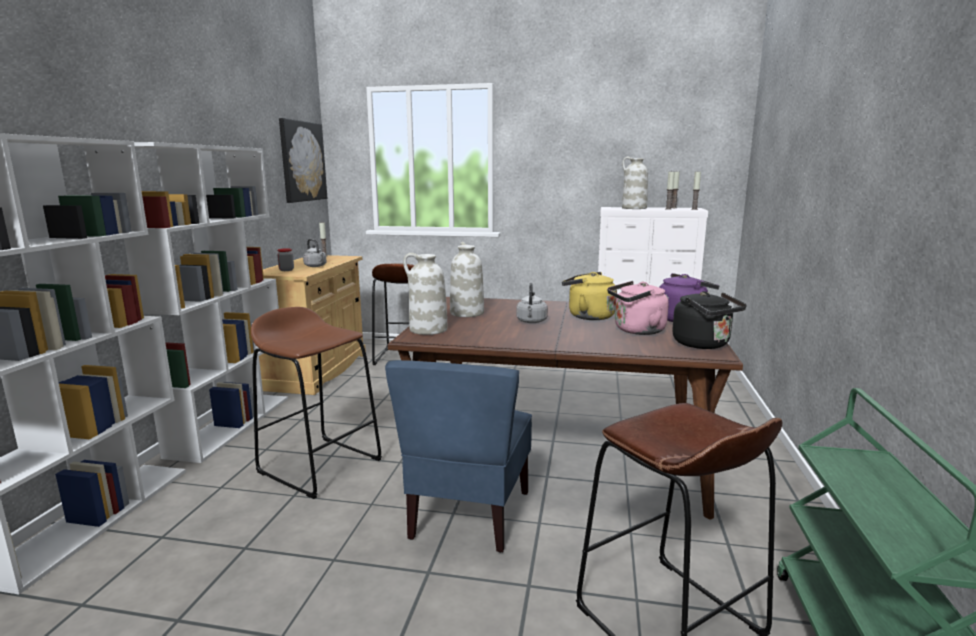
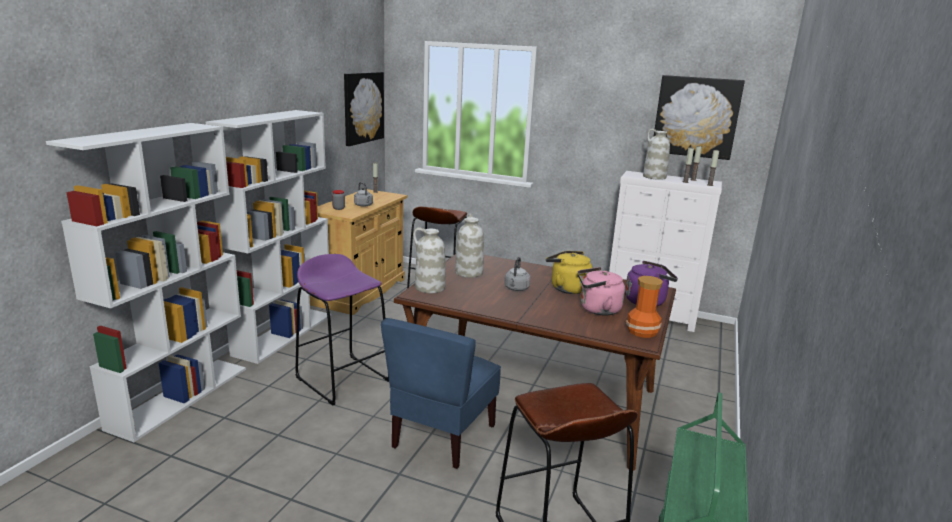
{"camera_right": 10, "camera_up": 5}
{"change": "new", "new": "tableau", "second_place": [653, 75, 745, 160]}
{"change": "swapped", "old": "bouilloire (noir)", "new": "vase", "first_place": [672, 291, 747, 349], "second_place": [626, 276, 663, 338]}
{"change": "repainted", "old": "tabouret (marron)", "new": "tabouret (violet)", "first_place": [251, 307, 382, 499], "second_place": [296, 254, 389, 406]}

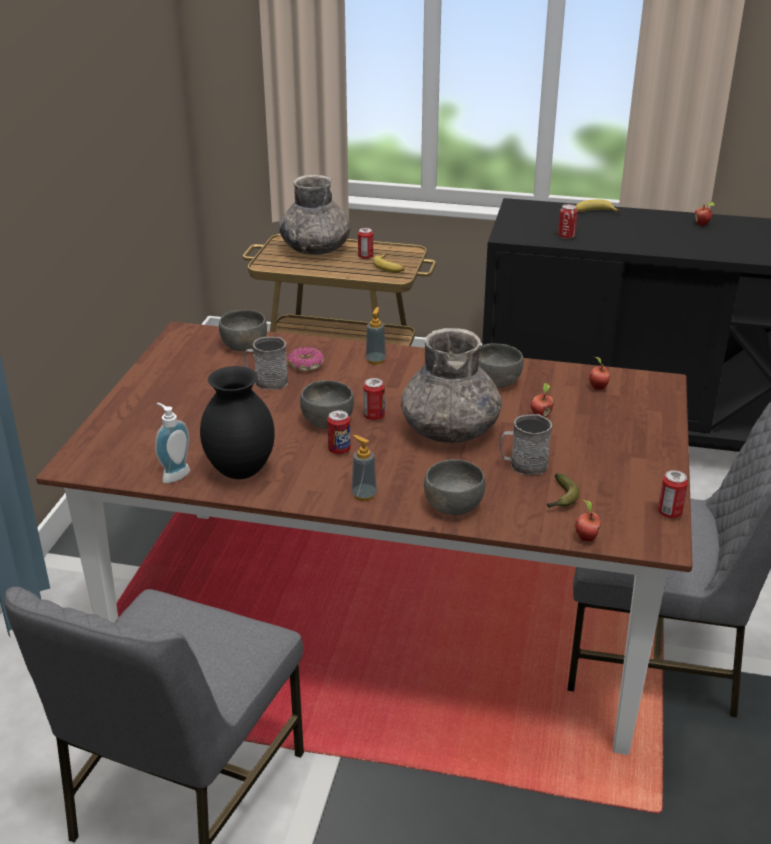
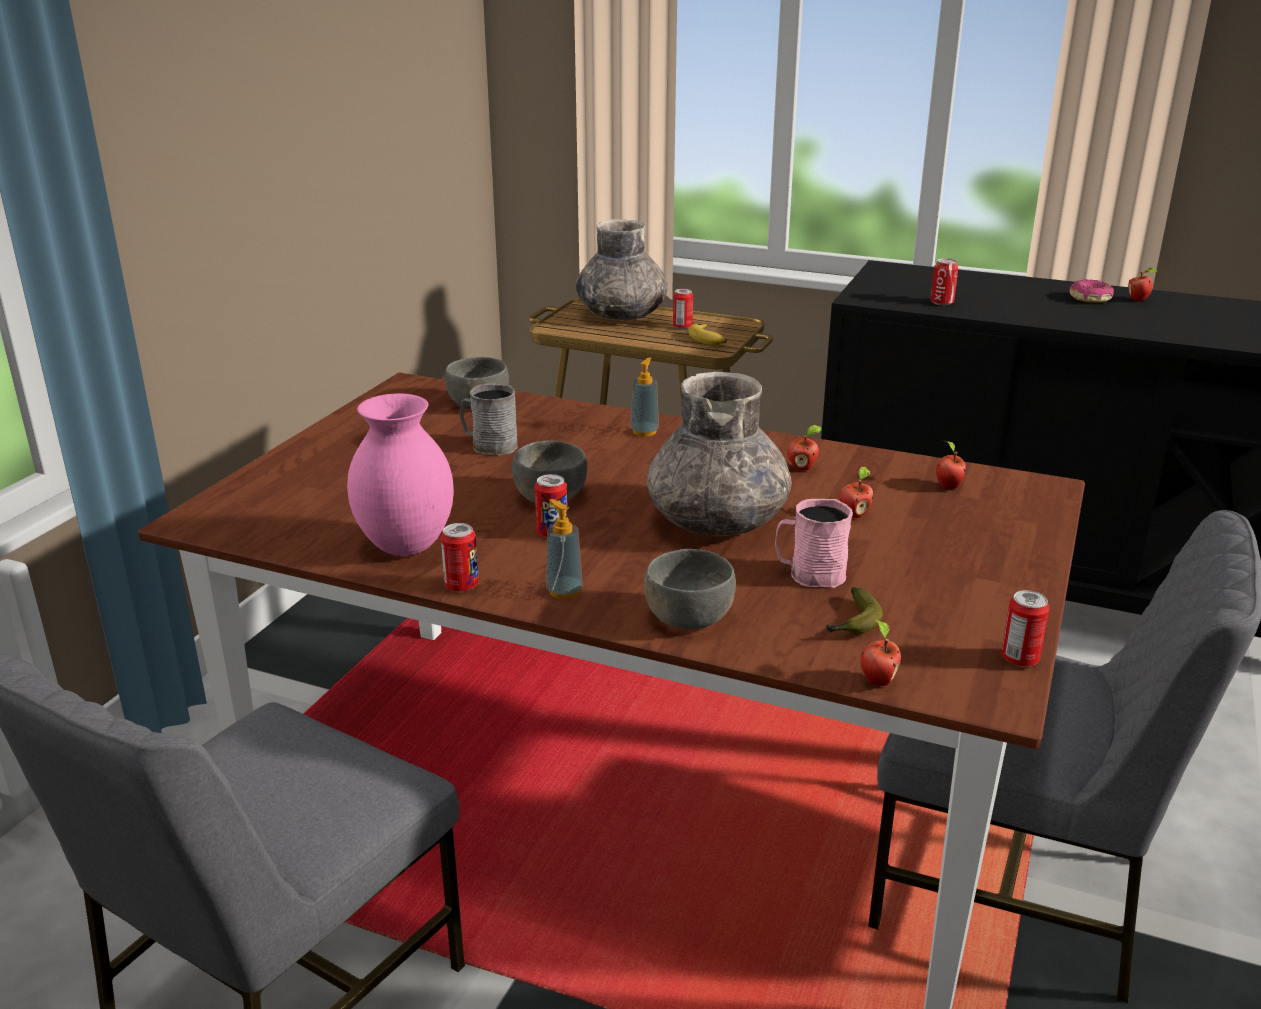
{"camera_right": 10, "camera_up": -5}
{"change": "gone", "old": "distributeur de savon", "first_place": [155, 403, 190, 483]}
{"change": "gone", "old": "banane", "first_place": [576, 199, 620, 212]}
{"change": "shifted", "old": "beignet", "first_place": [288, 347, 324, 371], "second_place": [1069, 279, 1114, 303]}
{"change": "shifted", "old": "boîte métallique", "first_place": [363, 378, 385, 421], "second_place": [441, 523, 479, 592]}
{"change": "swapped", "old": "bol (gris)", "new": "pomme", "first_place": [479, 343, 523, 388], "second_place": [787, 425, 821, 471]}
{"change": "repainted", "old": "vase (noir)", "new": "vase (rose)", "first_place": [200, 366, 275, 479], "second_place": [347, 393, 454, 556]}
{"change": "repainted", "old": "mug (gris)", "new": "mug (rose)", "first_place": [500, 414, 552, 475], "second_place": [775, 499, 853, 588]}

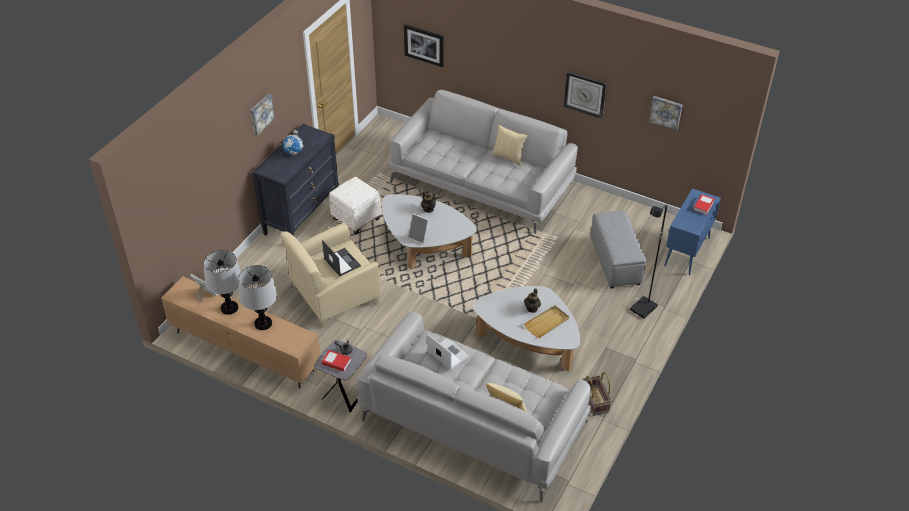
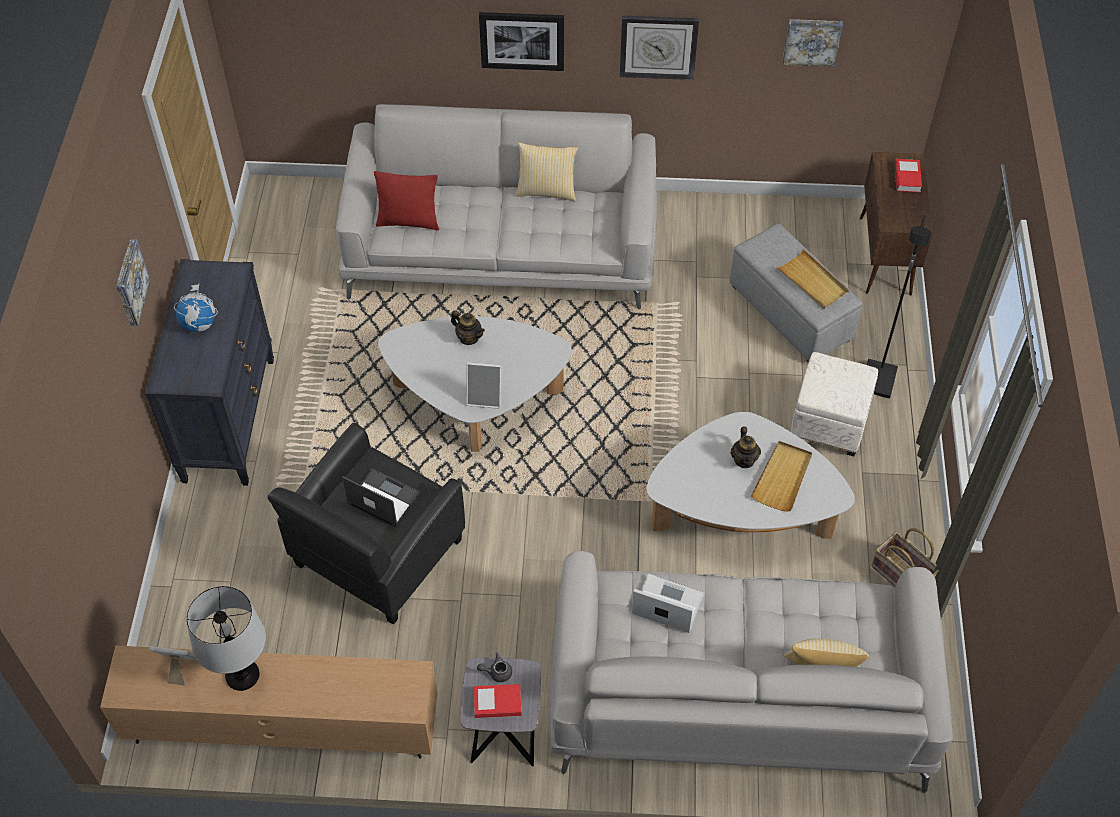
{"camera_right": -25, "camera_up": 10}
{"change": "gone", "old": "lampe de table", "first_place": [238, 265, 277, 330]}
{"change": "new", "new": "coussin (rouge)", "second_place": [374, 171, 439, 230]}
{"change": "new", "new": "plateau (beige)", "second_place": [776, 249, 849, 309]}
{"change": "shifted", "old": "pouf (blanc)", "first_place": [329, 177, 381, 235], "second_place": [790, 352, 878, 456]}
{"change": "shifted", "old": "tableau", "first_place": [404, 24, 444, 68], "second_place": [479, 12, 564, 71]}
{"change": "repainted", "old": "fauteuil (beige)", "new": "fauteuil (noir)", "first_place": [280, 223, 381, 328], "second_place": [268, 422, 465, 625]}
{"change": "repainted", "old": "meuble de rangement (bleu)", "new": "meuble de rangement (marron)", "first_place": [664, 188, 721, 275], "second_place": [860, 152, 933, 295]}

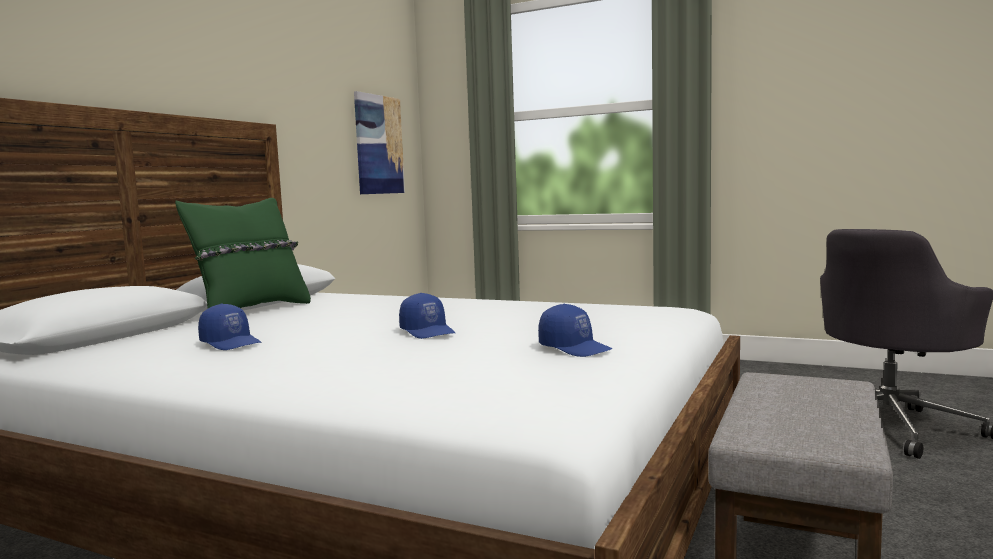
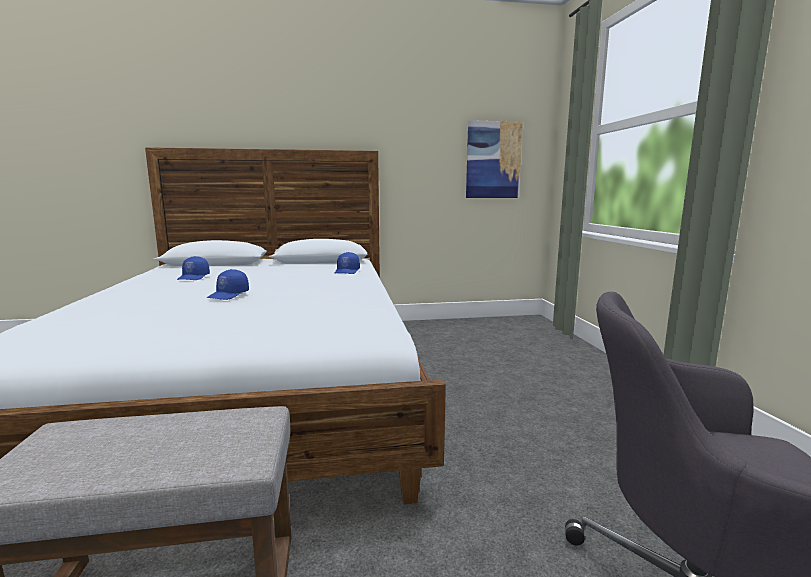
{"camera_right": 55, "camera_up": 5}
{"change": "gone", "old": "coussin (vert)", "first_place": [175, 198, 311, 308]}
{"change": "shifted", "old": "casquette (bleu)", "first_place": [538, 304, 612, 357], "second_place": [335, 252, 360, 274]}

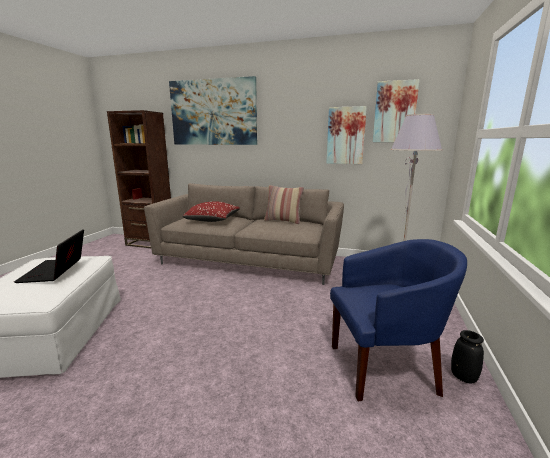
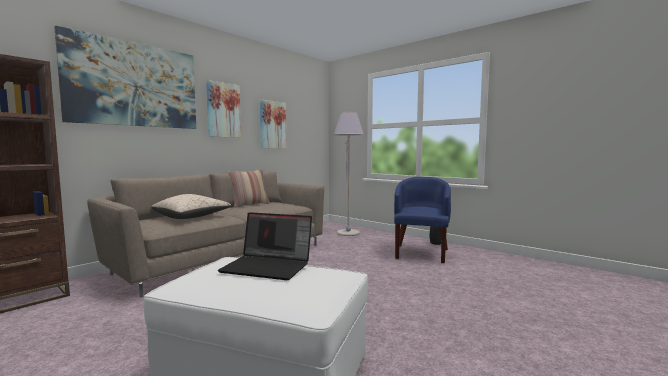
{"camera_right": -65, "camera_up": -10}
{"change": "shifted", "old": "tableau", "first_place": [373, 79, 420, 142], "second_place": [206, 80, 241, 138]}
{"change": "repainted", "old": "coussin (rouge)", "new": "coussin (beige)", "first_place": [183, 202, 240, 222], "second_place": [151, 194, 231, 219]}

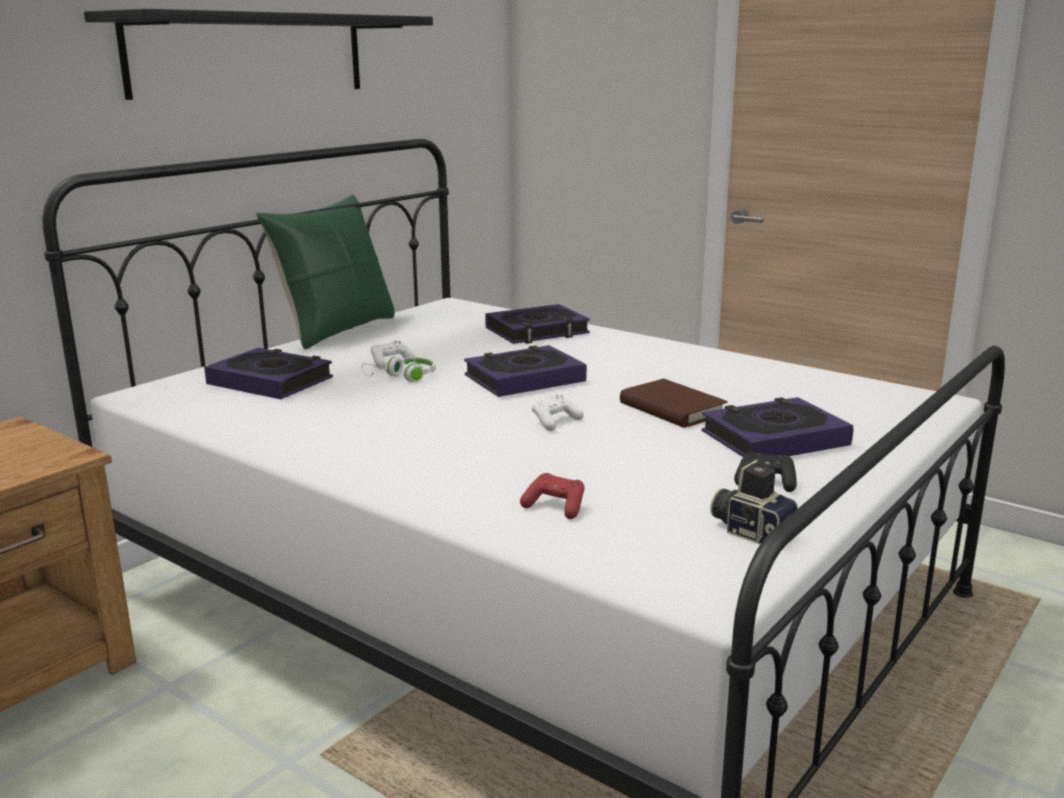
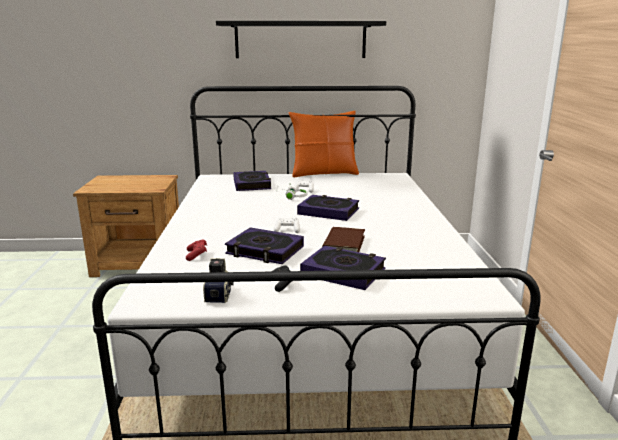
{"camera_right": 50, "camera_up": 0}
{"change": "shifted", "old": "livre", "first_place": [485, 304, 590, 344], "second_place": [225, 227, 304, 264]}
{"change": "repainted", "old": "coussin (vert)", "new": "coussin (orange)", "first_place": [256, 195, 395, 349], "second_place": [289, 111, 359, 177]}

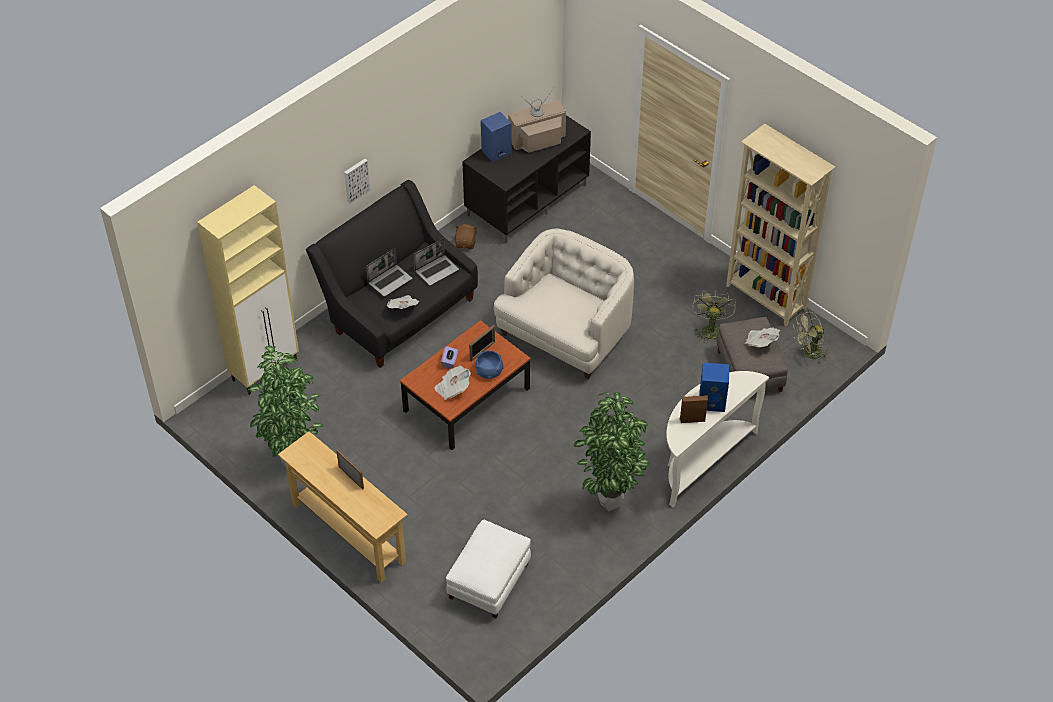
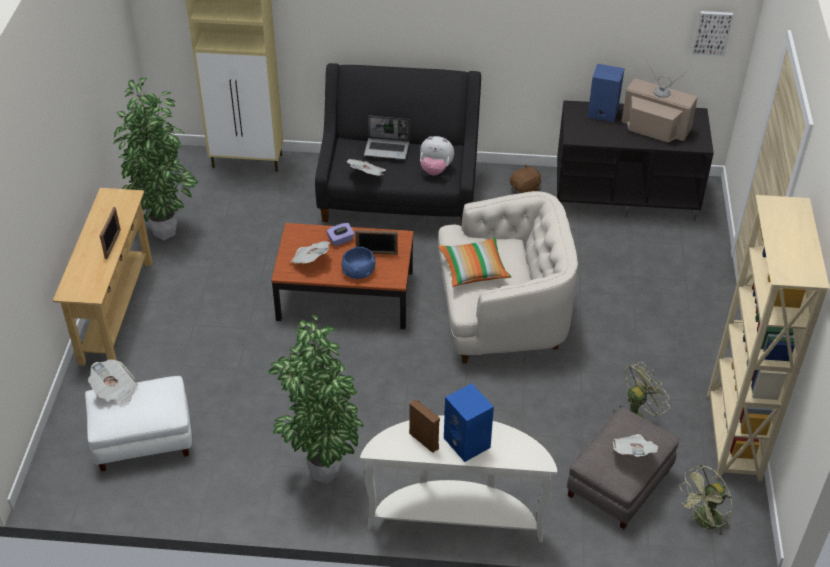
{"camera_right": 50, "camera_up": -5}
{"change": "new", "new": "journal", "second_place": [88, 359, 138, 406]}
{"change": "new", "new": "coussin", "second_place": [438, 237, 512, 287]}
{"change": "shifted", "old": "tableau", "first_place": [344, 159, 370, 204], "second_place": [693, 11, 733, 56]}
{"change": "swapped", "old": "ordinateur portable", "new": "peluche", "first_place": [414, 238, 459, 286], "second_place": [420, 136, 454, 175]}
{"change": "rotated", "old": "ventilateur (vert)", "first_place": [793, 311, 828, 364], "second_place": [679, 465, 732, 537], "degrees": -60}

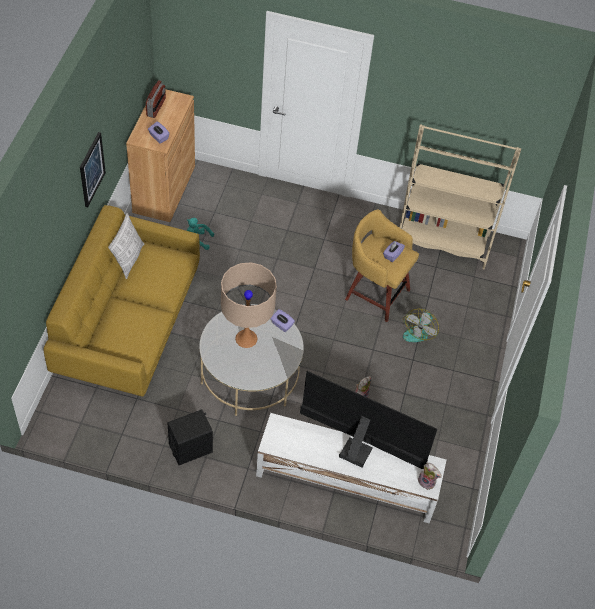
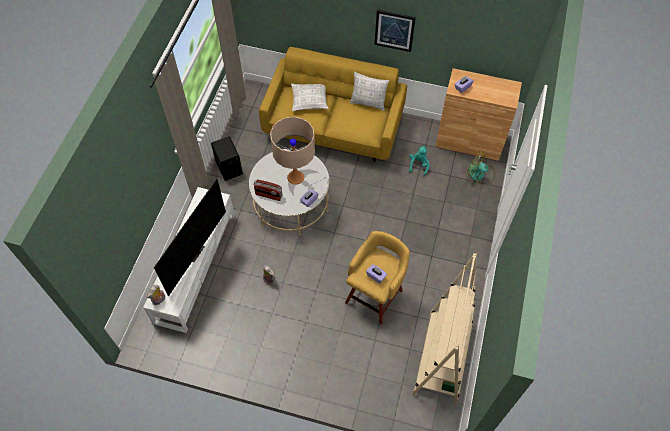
{"camera_right": 95, "camera_up": 5}
{"change": "new", "new": "coussin", "second_place": [291, 84, 329, 111]}
{"change": "shifted", "old": "radio", "first_place": [146, 80, 166, 118], "second_place": [254, 179, 282, 201]}
{"change": "shifted", "old": "ventilateur", "first_place": [403, 309, 439, 342], "second_place": [467, 152, 495, 185]}

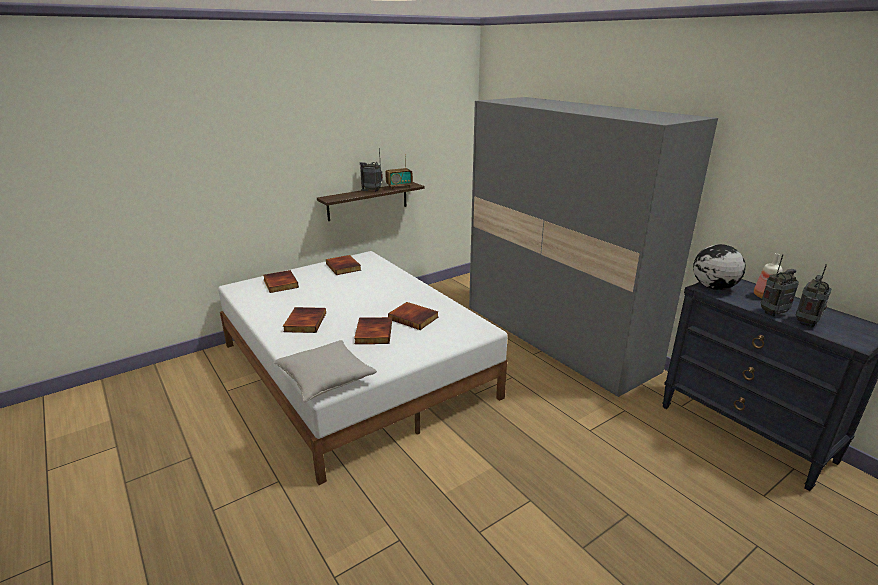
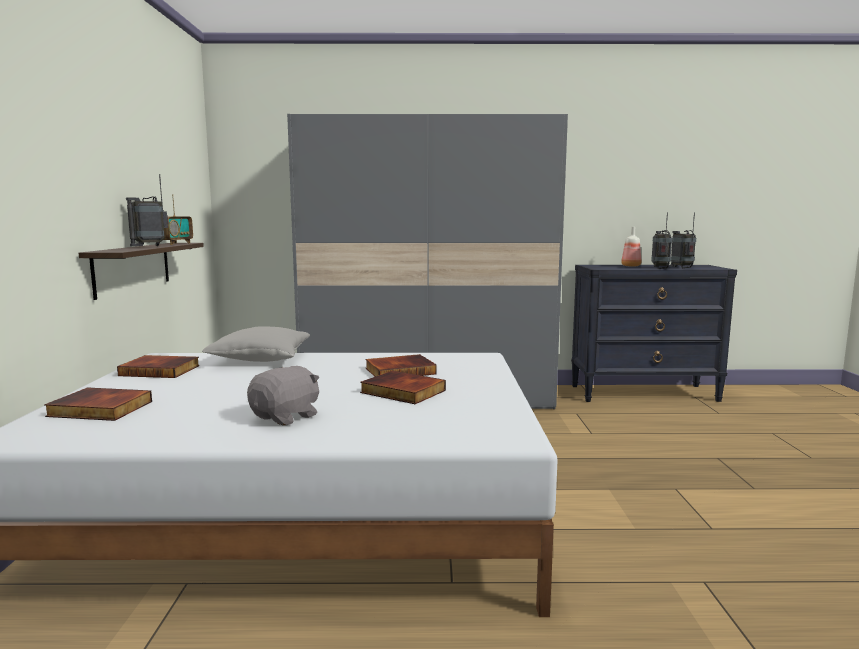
{"camera_right": -55, "camera_up": -15}
{"change": "gone", "old": "globe", "first_place": [693, 244, 746, 290]}
{"change": "shifted", "old": "coussin (gris)", "first_place": [274, 340, 377, 402], "second_place": [202, 326, 310, 362]}
{"change": "swapped", "old": "livre", "new": "peluche (gris)", "first_place": [283, 307, 326, 333], "second_place": [247, 366, 319, 426]}

